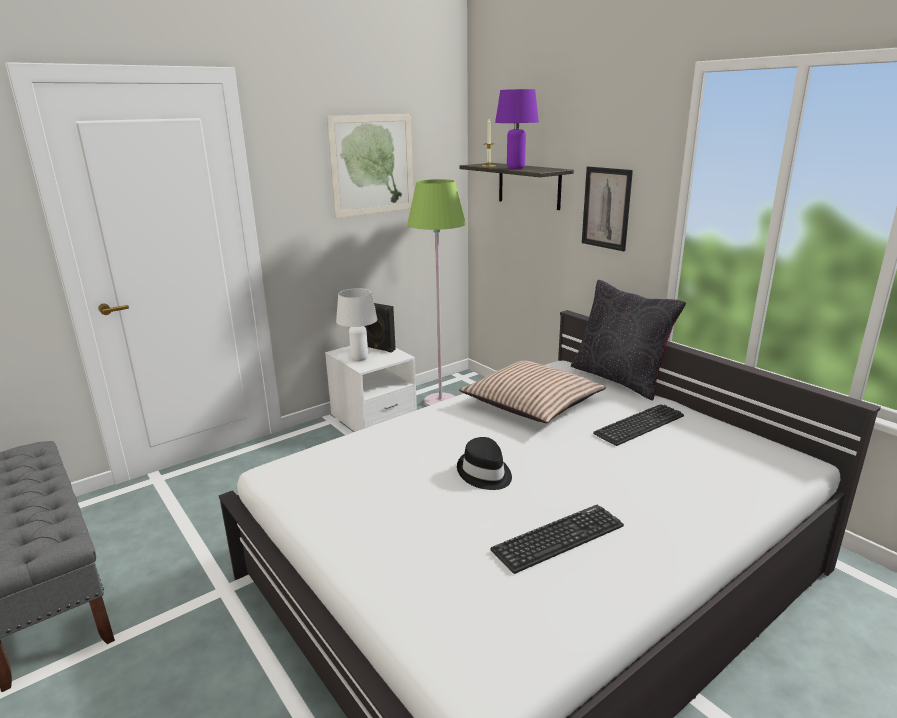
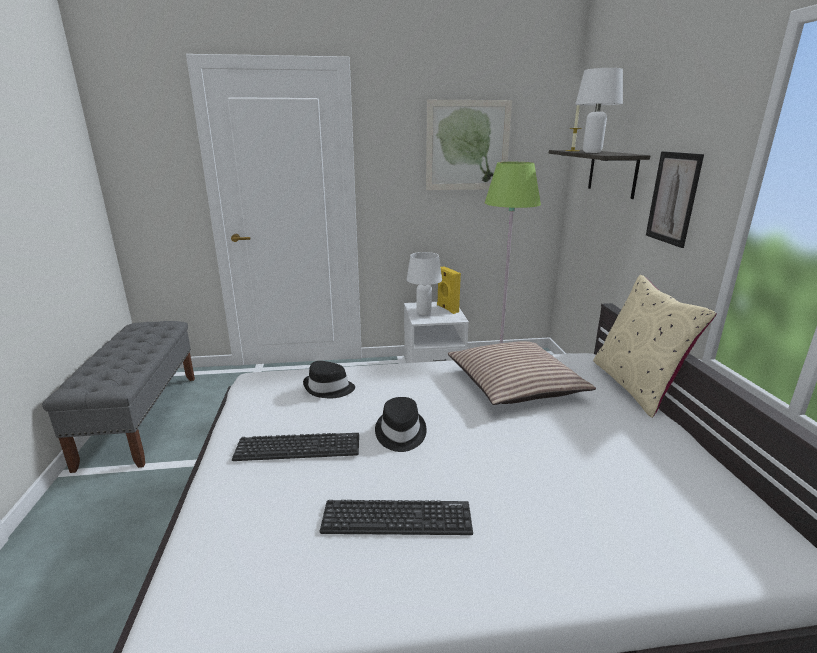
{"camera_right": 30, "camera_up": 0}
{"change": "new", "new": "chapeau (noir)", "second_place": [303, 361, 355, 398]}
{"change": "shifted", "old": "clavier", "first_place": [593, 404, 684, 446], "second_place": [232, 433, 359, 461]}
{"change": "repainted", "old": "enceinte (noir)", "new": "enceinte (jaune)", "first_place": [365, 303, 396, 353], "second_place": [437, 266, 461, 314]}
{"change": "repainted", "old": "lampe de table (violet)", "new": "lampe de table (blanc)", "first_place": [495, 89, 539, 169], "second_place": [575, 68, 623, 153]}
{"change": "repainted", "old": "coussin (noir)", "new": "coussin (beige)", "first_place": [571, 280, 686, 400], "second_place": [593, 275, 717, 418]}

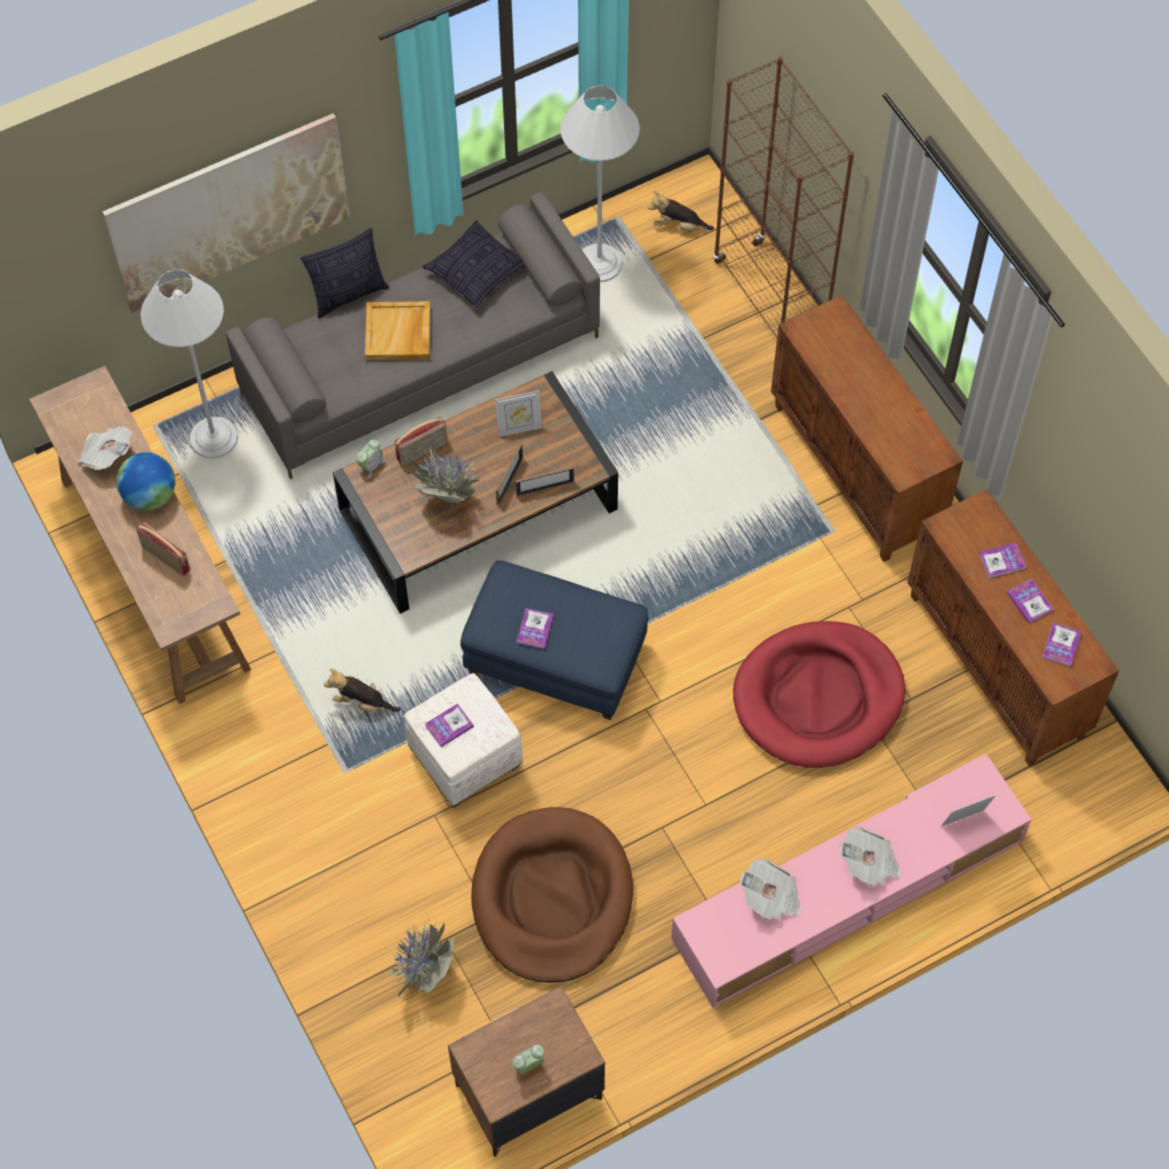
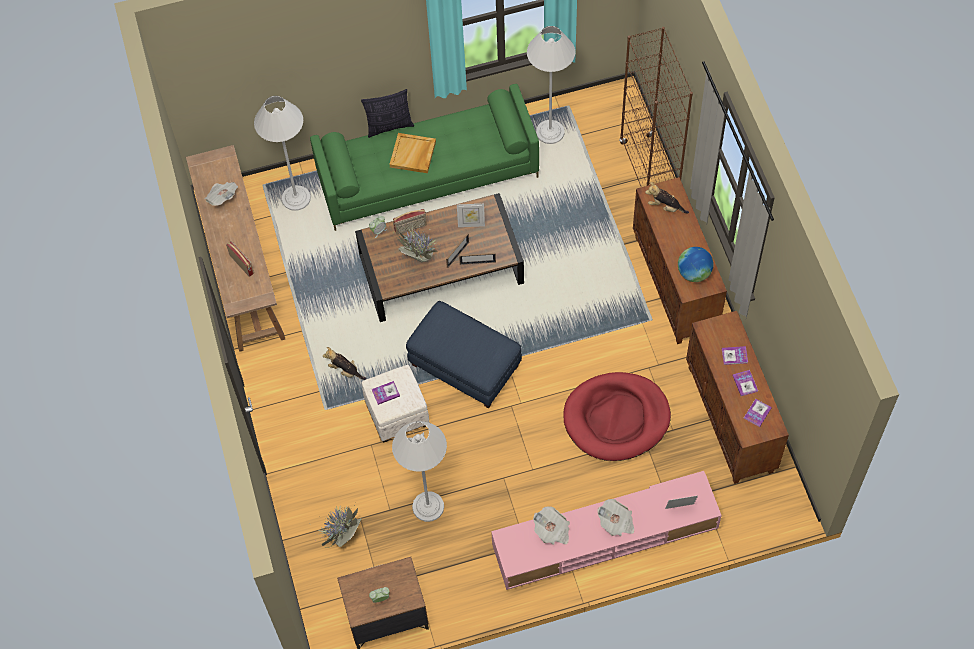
{"camera_right": 15, "camera_up": 0}
{"change": "gone", "old": "tableau", "first_place": [103, 113, 350, 313]}
{"change": "gone", "old": "coussin", "first_place": [423, 220, 525, 308]}
{"change": "gone", "old": "livre", "first_place": [517, 608, 554, 649]}
{"change": "shifted", "old": "globe", "first_place": [116, 452, 175, 511], "second_place": [678, 247, 714, 282]}
{"change": "shifted", "old": "peluche", "first_place": [648, 191, 714, 231], "second_place": [645, 182, 689, 214]}
{"change": "swapped", "old": "panier pour chien (marron)", "new": "lampadaire (blanc)", "first_place": [471, 807, 633, 983], "second_place": [392, 421, 447, 522]}
{"change": "repainted", "old": "canapé (gris)", "new": "canapé (vert)", "first_place": [226, 192, 600, 479], "second_place": [310, 84, 539, 231]}

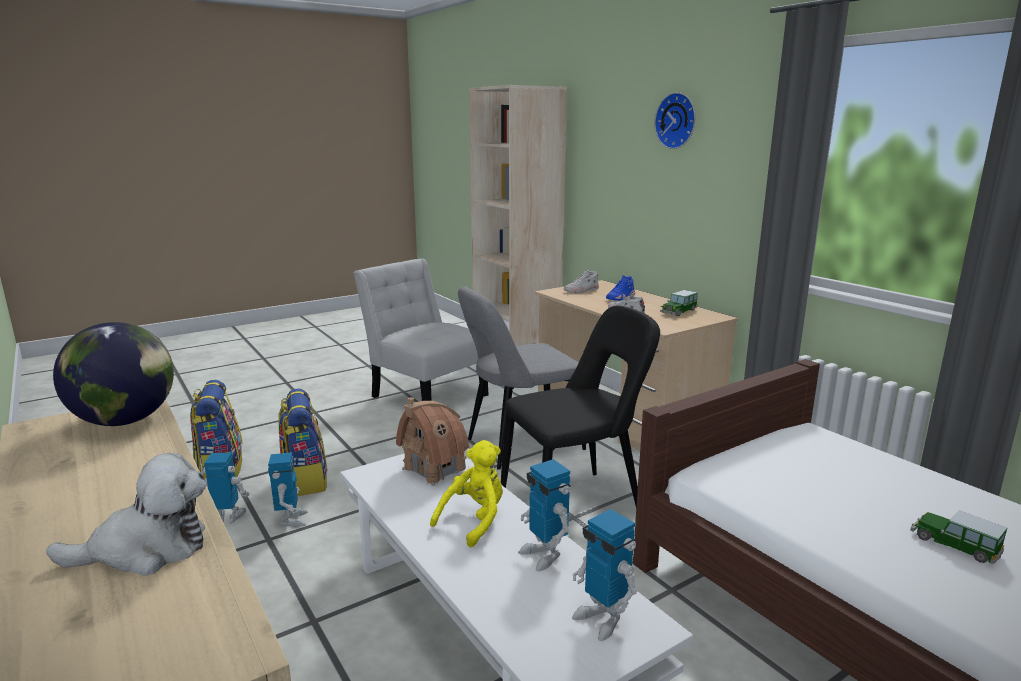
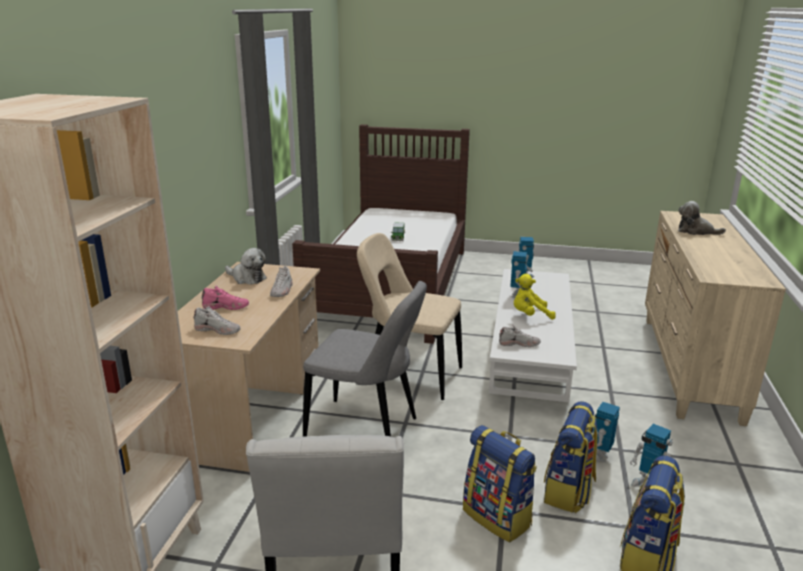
{"camera_right": -135, "camera_up": 5}
{"change": "gone", "old": "globe", "first_place": [53, 322, 174, 426]}
{"change": "gone", "old": "horloge murale", "first_place": [654, 92, 696, 149]}
{"change": "new", "new": "sac à dos", "second_place": [463, 425, 537, 542]}
{"change": "swapped", "old": "maison miniature", "new": "chaussure (blanc)", "first_place": [396, 397, 469, 486], "second_place": [499, 325, 540, 347]}
{"change": "swapped", "old": "petite voiture", "new": "peluche", "first_place": [660, 290, 698, 316], "second_place": [225, 248, 267, 284]}
{"change": "repainted", "old": "chaise (noir)", "new": "chaise (beige)", "first_place": [501, 305, 660, 506], "second_place": [357, 233, 462, 400]}
{"change": "repainted", "old": "chaussure (bleu)", "new": "chaussure (rose)", "first_place": [606, 275, 635, 301], "second_place": [202, 286, 249, 310]}

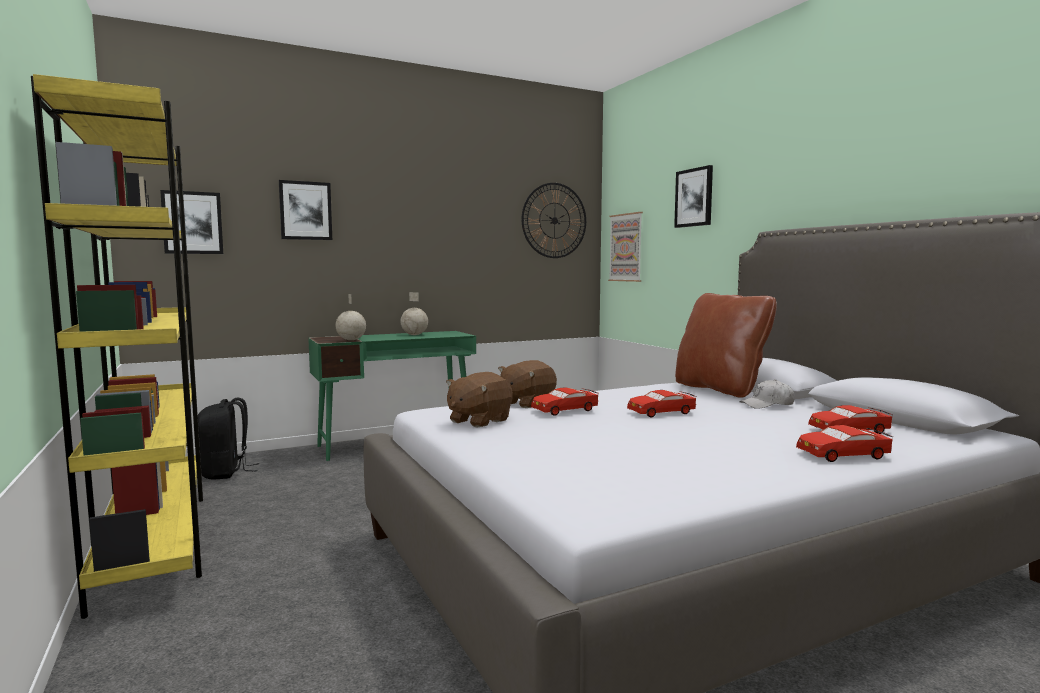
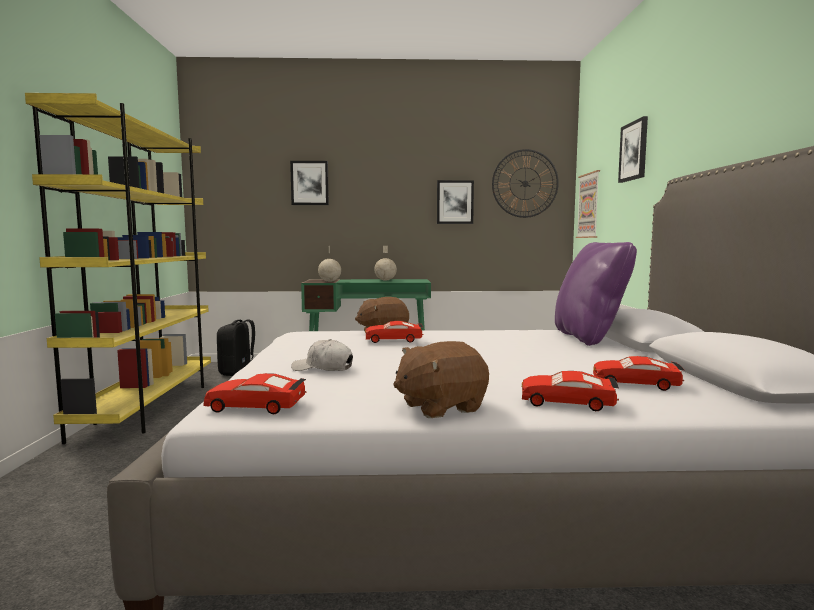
{"camera_right": 25, "camera_up": 0}
{"change": "shifted", "old": "tableau", "first_place": [160, 190, 223, 254], "second_place": [437, 180, 474, 224]}
{"change": "shifted", "old": "peluche (marron)", "first_place": [446, 372, 513, 428], "second_place": [393, 341, 489, 418]}
{"change": "shifted", "old": "petite voiture (rouge)", "first_place": [627, 390, 697, 417], "second_place": [204, 373, 306, 414]}
{"change": "shifted", "old": "casquette (blanc)", "first_place": [740, 379, 794, 409], "second_place": [291, 339, 353, 371]}
{"change": "repainted", "old": "coussin (marron)", "new": "coussin (violet)", "first_place": [675, 293, 777, 398], "second_place": [555, 242, 637, 346]}

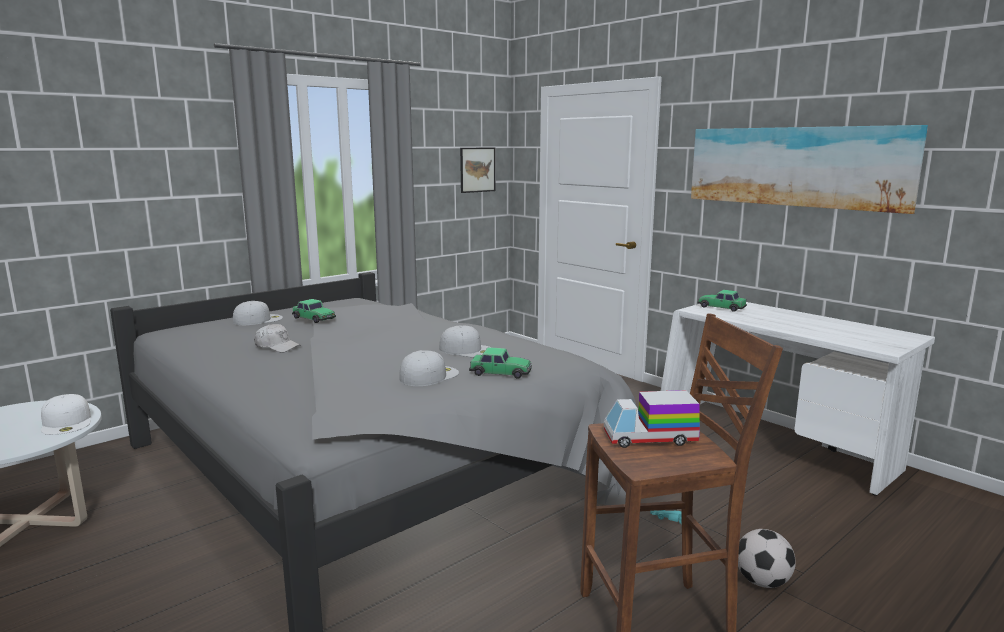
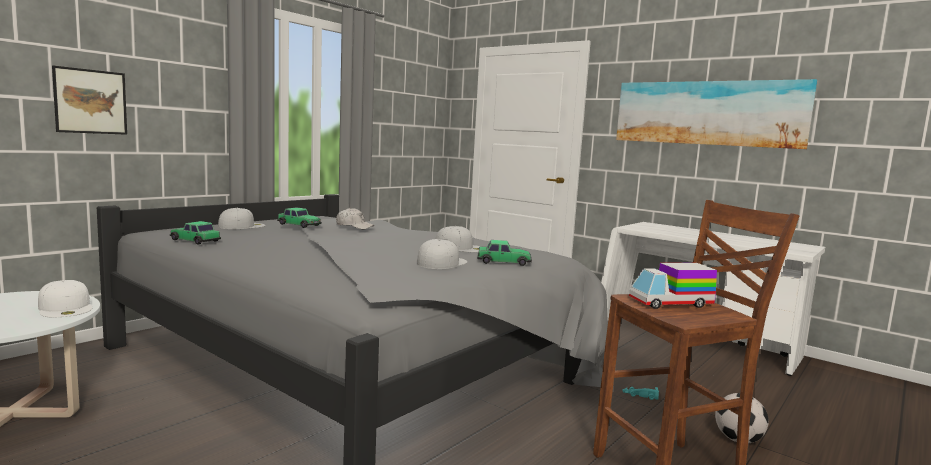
{"camera_right": -10, "camera_up": -5}
{"change": "shifted", "old": "casquette (blanc)", "first_place": [254, 324, 301, 353], "second_place": [336, 208, 374, 229]}
{"change": "shifted", "old": "tableau", "first_place": [460, 148, 495, 193], "second_place": [52, 66, 127, 135]}
{"change": "shifted", "old": "petite voiture", "first_place": [697, 290, 747, 312], "second_place": [170, 221, 221, 245]}

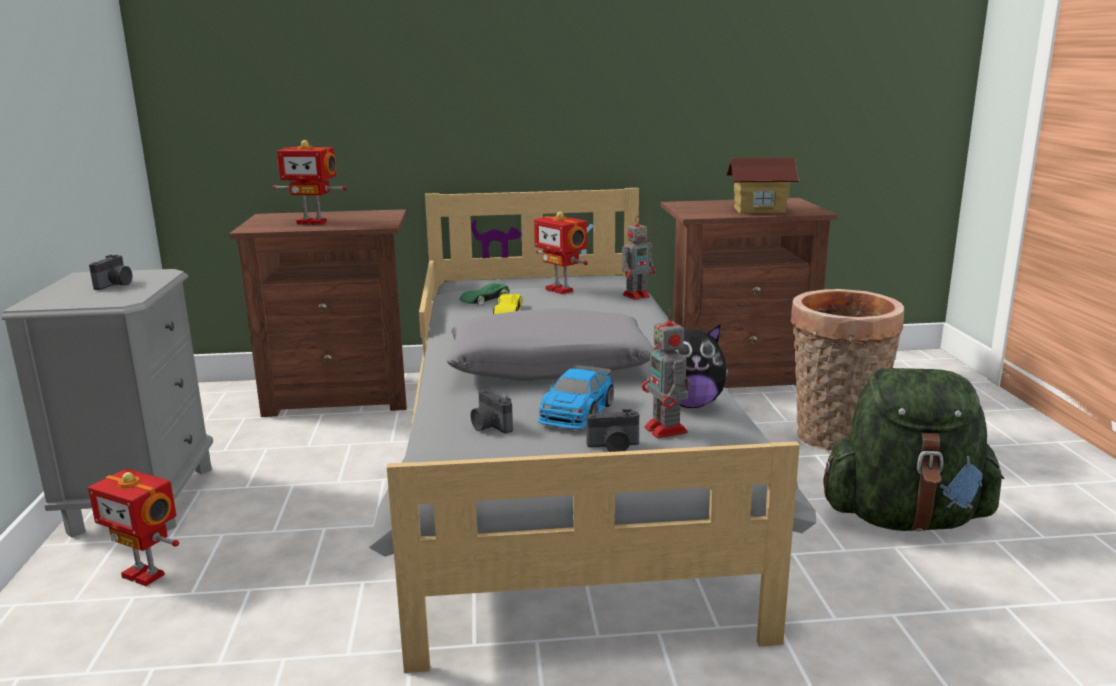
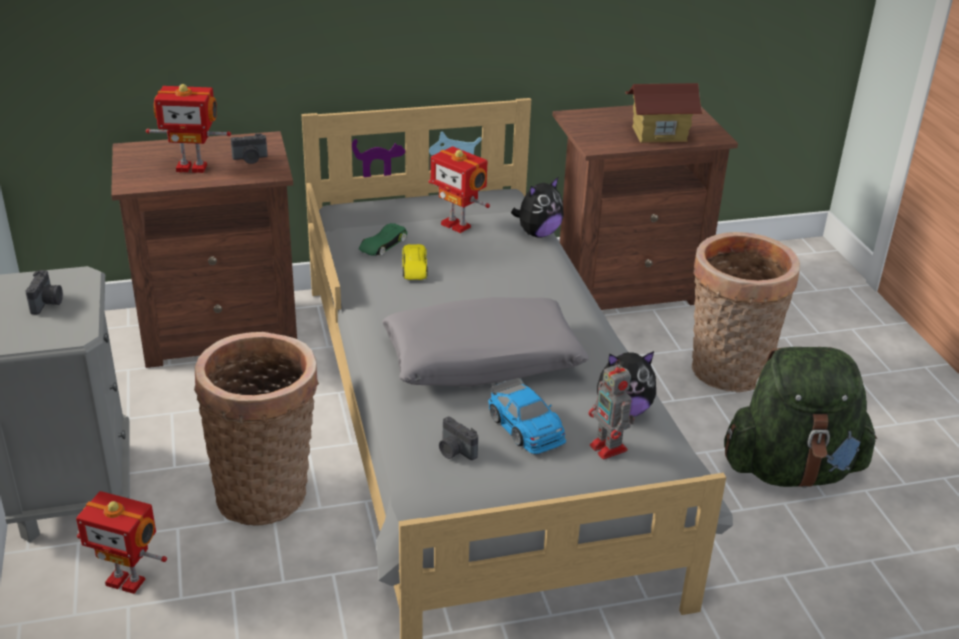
{"camera_right": -10, "camera_up": 15}
{"change": "new", "new": "panier", "second_place": [194, 332, 319, 526]}
{"change": "shifted", "old": "appareil photo", "first_place": [586, 409, 639, 452], "second_place": [231, 133, 267, 164]}
{"change": "swapped", "old": "robot jouet", "new": "peluche", "first_place": [622, 216, 655, 300], "second_place": [511, 176, 564, 238]}
{"change": "rotated", "old": "petite voiture", "first_place": [538, 365, 614, 429], "second_place": [488, 378, 566, 454], "degrees": -45}

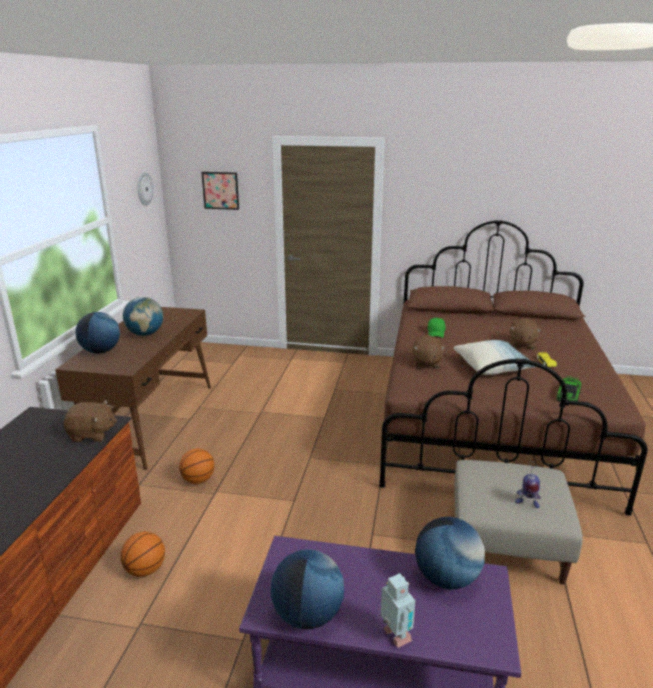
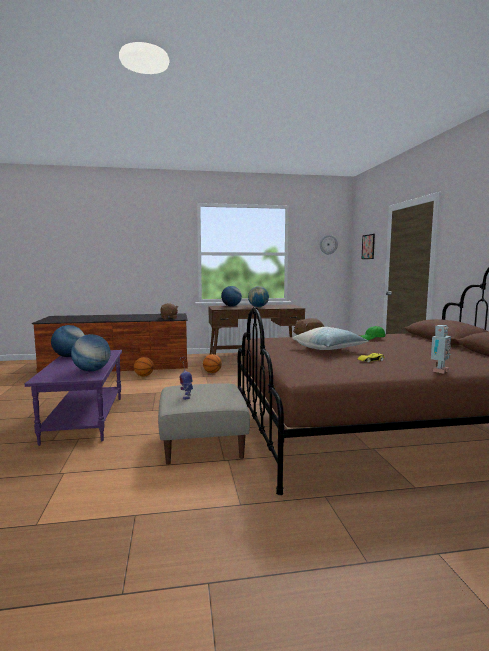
{"camera_right": 70, "camera_up": -15}
{"change": "gone", "old": "peluche (marron)", "first_place": [510, 318, 542, 349]}
{"change": "gone", "old": "petite voiture", "first_place": [556, 376, 582, 405]}
{"change": "shifted", "old": "robot jouet", "first_place": [381, 573, 416, 648], "second_place": [431, 325, 451, 374]}

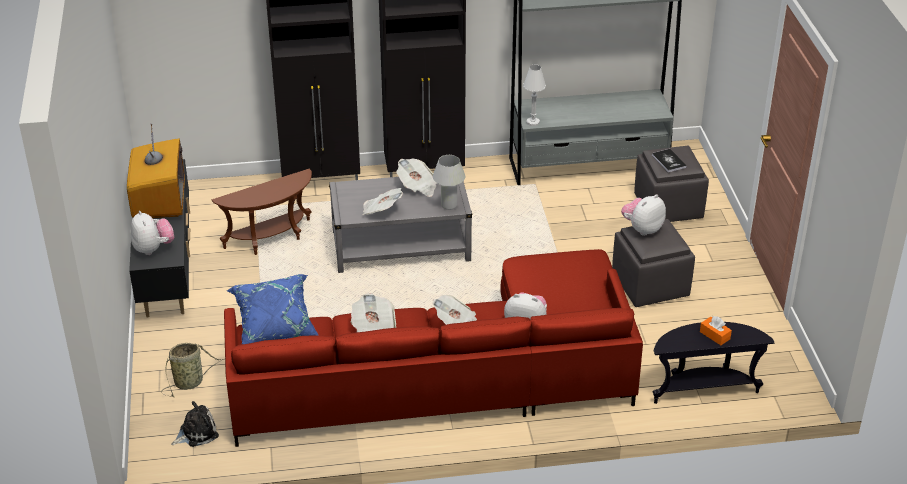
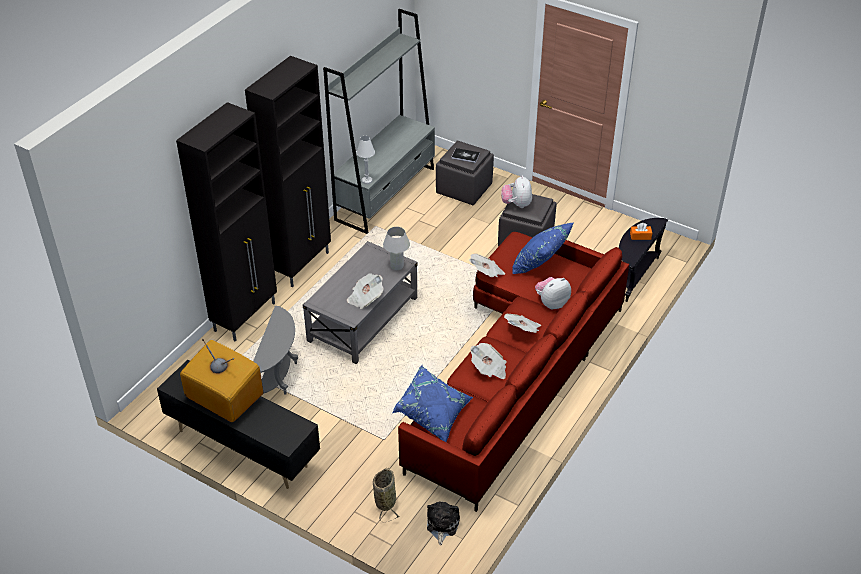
{"camera_right": -50, "camera_up": 5}
{"change": "gone", "old": "peluche", "first_place": [131, 211, 175, 255]}
{"change": "new", "new": "coussin (bleu)", "second_place": [512, 222, 574, 274]}
{"change": "shifted", "old": "journal", "first_place": [396, 158, 438, 197], "second_place": [469, 253, 505, 277]}
{"change": "repainted", "old": "table d'appoint (marron)", "new": "table d'appoint (gris)", "first_place": [212, 169, 312, 255], "second_place": [253, 306, 298, 395]}

